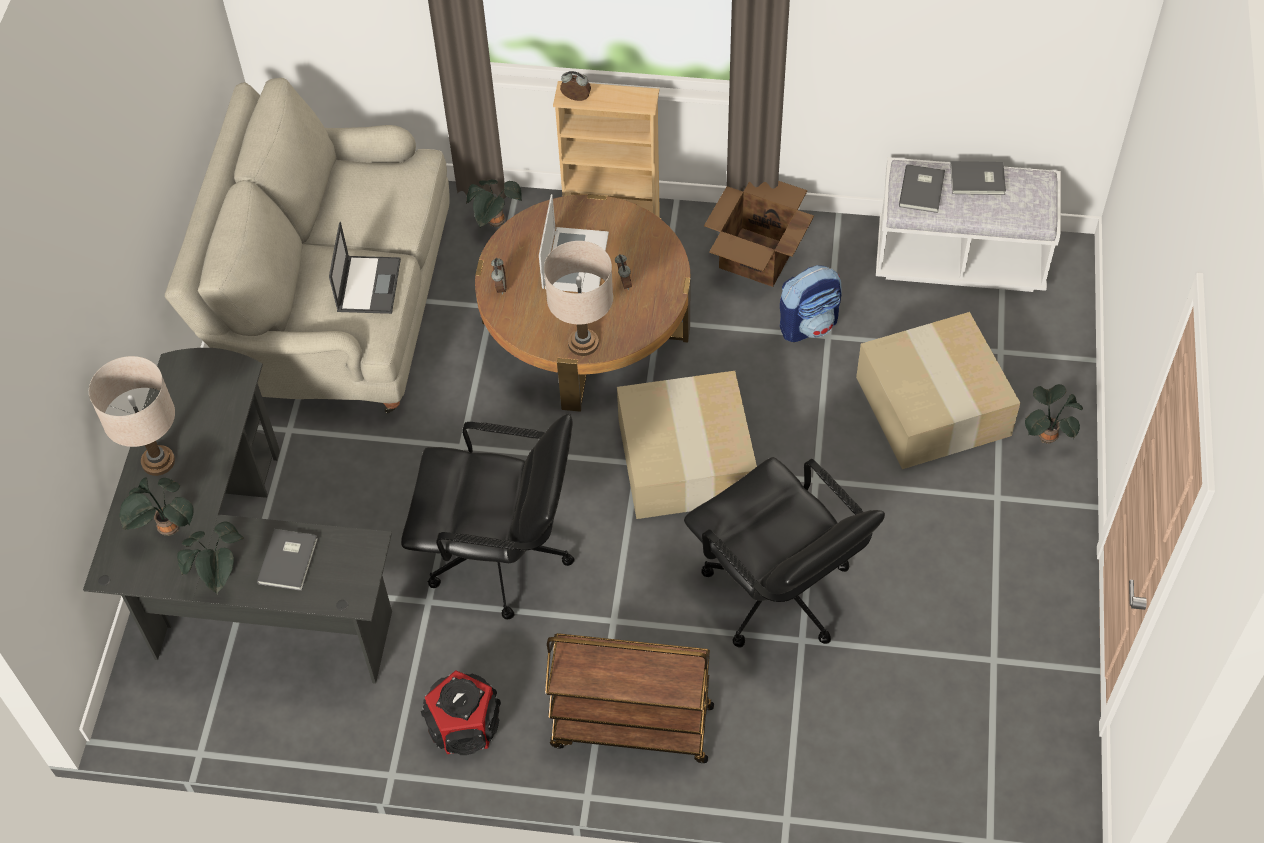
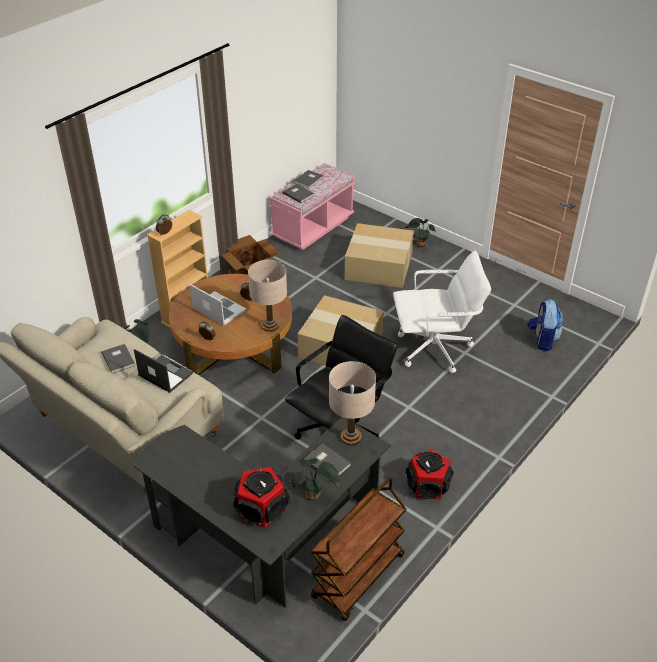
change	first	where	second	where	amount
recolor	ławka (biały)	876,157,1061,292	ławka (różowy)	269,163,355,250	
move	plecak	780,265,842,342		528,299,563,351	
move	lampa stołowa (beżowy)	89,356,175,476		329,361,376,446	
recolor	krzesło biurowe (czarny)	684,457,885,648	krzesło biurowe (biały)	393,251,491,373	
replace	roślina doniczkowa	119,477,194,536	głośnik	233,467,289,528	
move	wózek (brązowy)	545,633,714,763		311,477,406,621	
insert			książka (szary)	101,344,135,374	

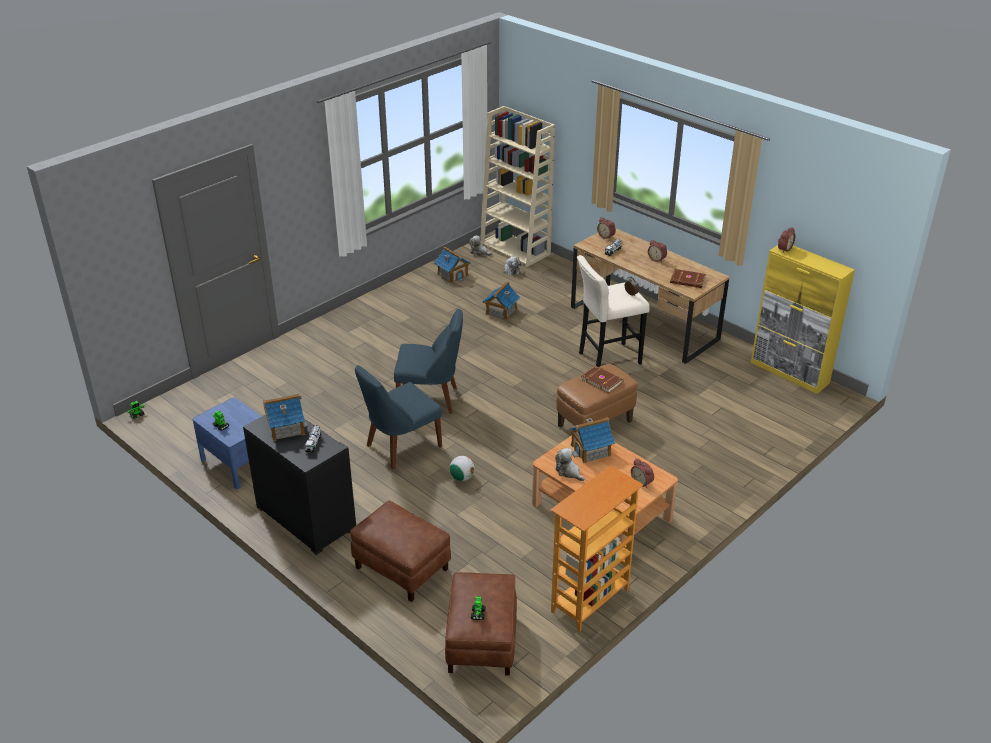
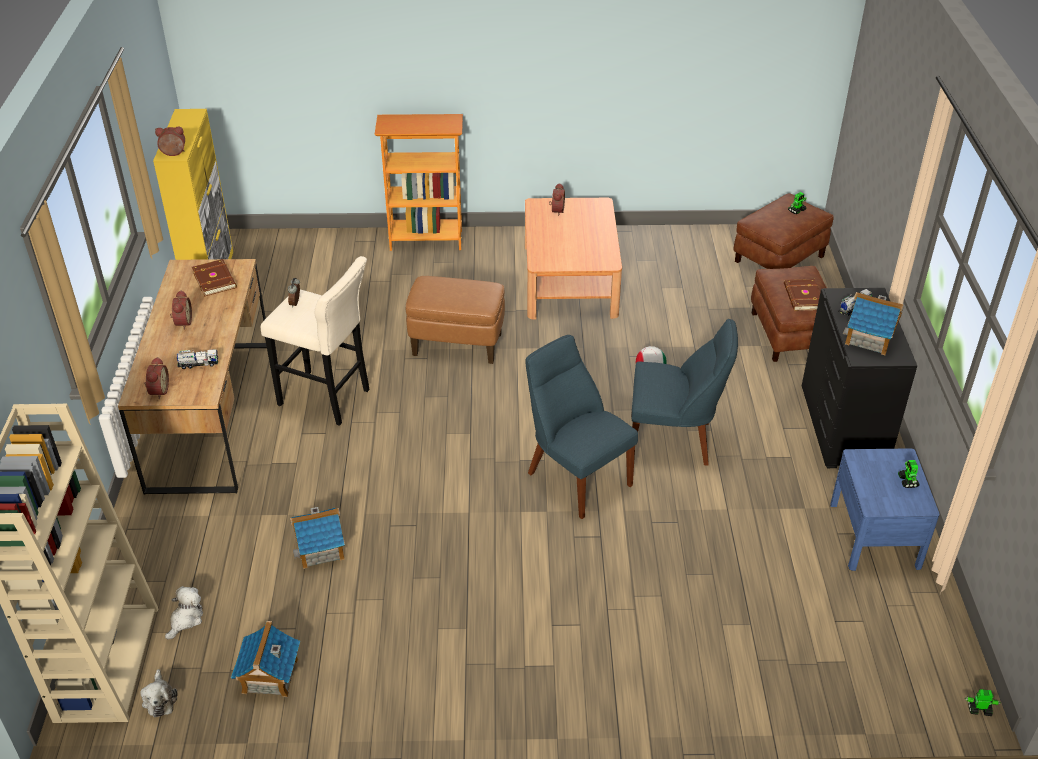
change	first	where	second	where	amount
move	książka (brązowy)	581,366,623,393		784,279,820,311	
delete	domek	569,417,615,463			
delete	pluszak	555,448,585,481			
move	regał	551,465,643,632		375,114,463,251	

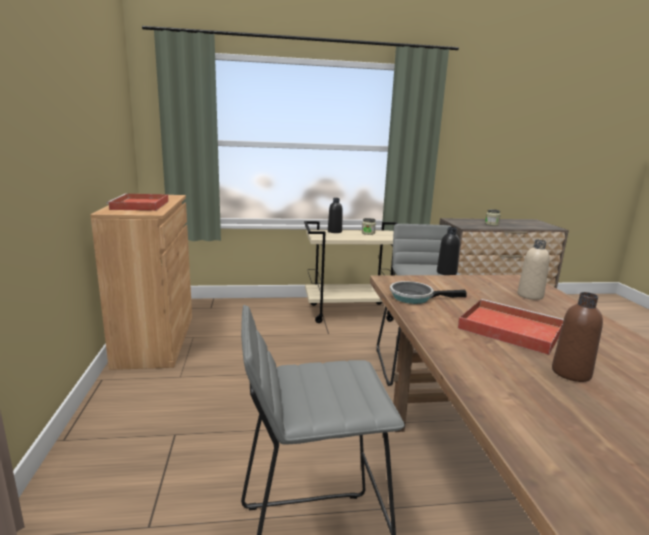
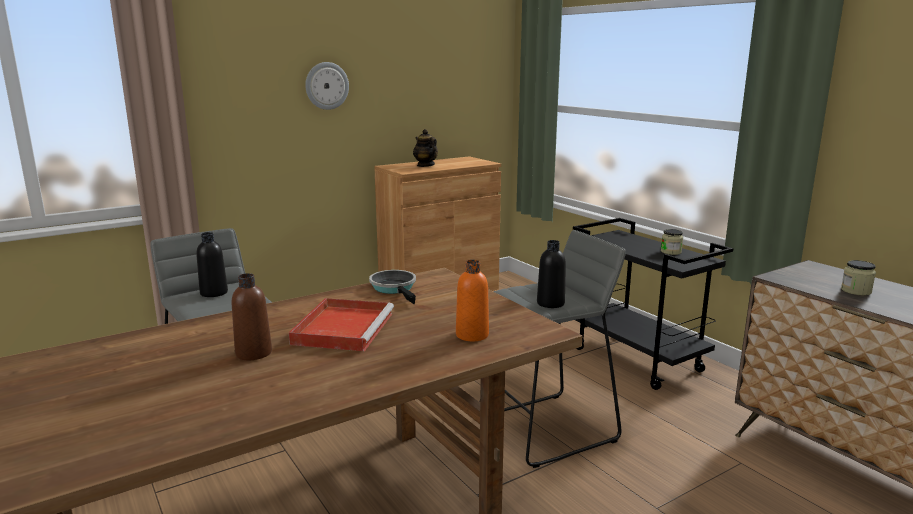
change	first	where	second	where	amount
replace	taca (czerwony)	106,193,169,211	imbryk	413,129,438,167	
move	butelka (czarny)	328,198,343,233		196,232,228,297	
recolor	wózek (beżowy)	304,221,398,323	wózek (czarny)	573,218,733,390	
recolor	butelka (beżowy)	518,240,550,300	butelka (pomarańczowy)	456,260,489,341	
insert			zegar ścienny	305,62,349,110	

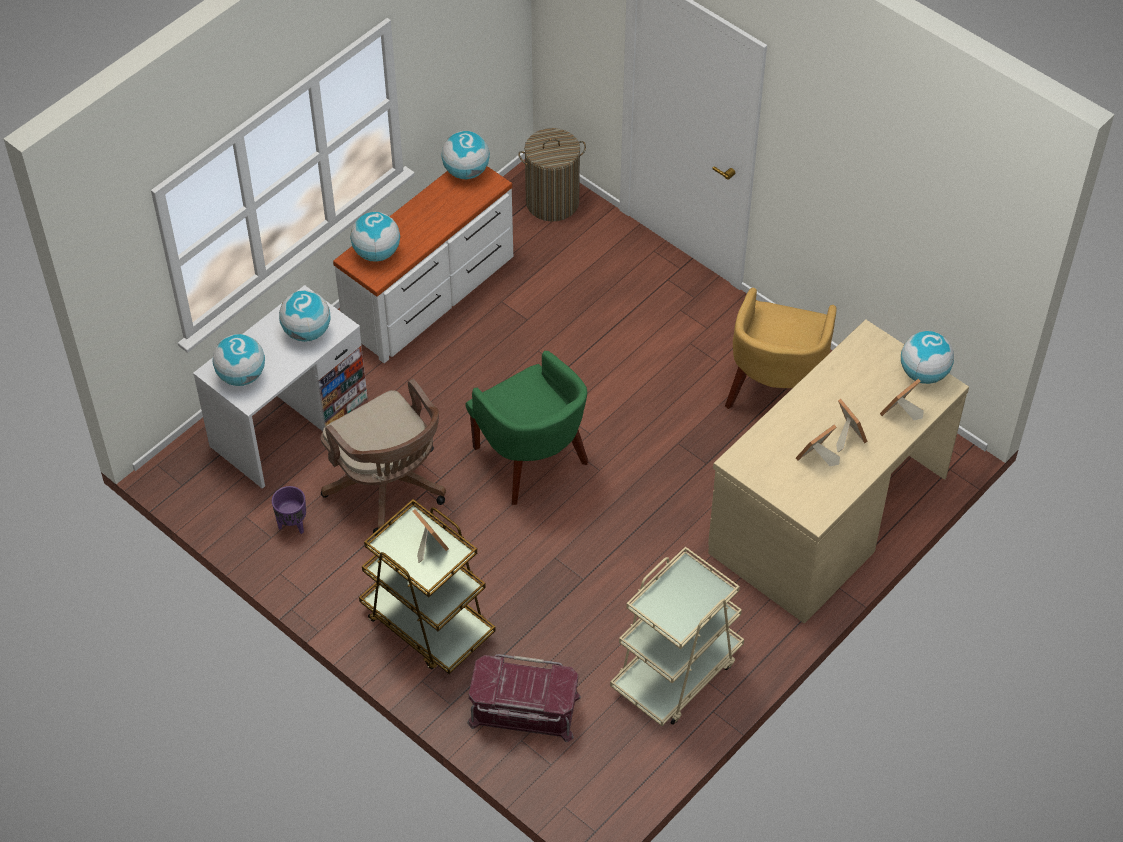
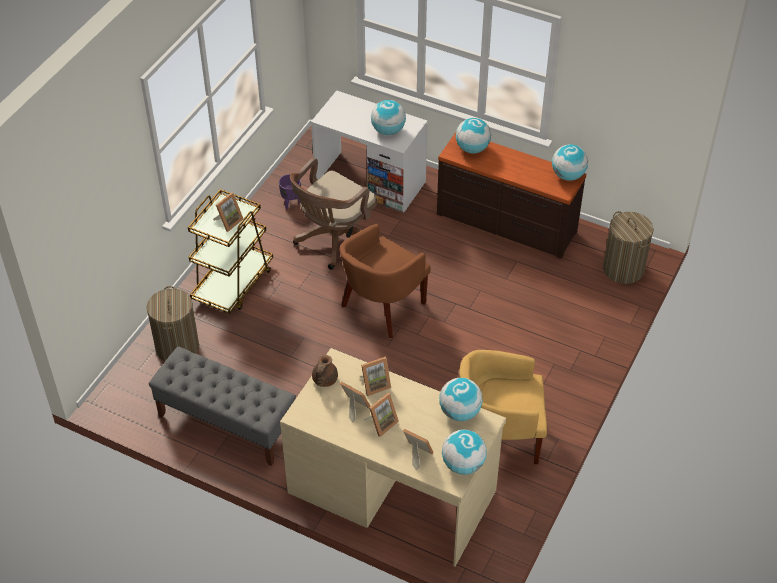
change	first	where	second	where	amount
recolor	komoda (biały)	333,166,513,363	komoda (brązowy)	437,132,586,259	
move	globus	213,334,265,386		439,378,483,421	
recolor	fotel (zielony)	466,351,588,505	fotel (brązowy)	340,224,431,338	
replace	wózek (beżowy)	610,547,744,726	ławka (szary)	149,346,296,466	
replace	pojemnik do przechowywania (czerwony)	467,654,581,742	kosz na pranie	146,286,199,361	
insert			imbryk (brązowy)	312,355,338,387	
insert			ramka na zdjęcie	359,357,391,396	

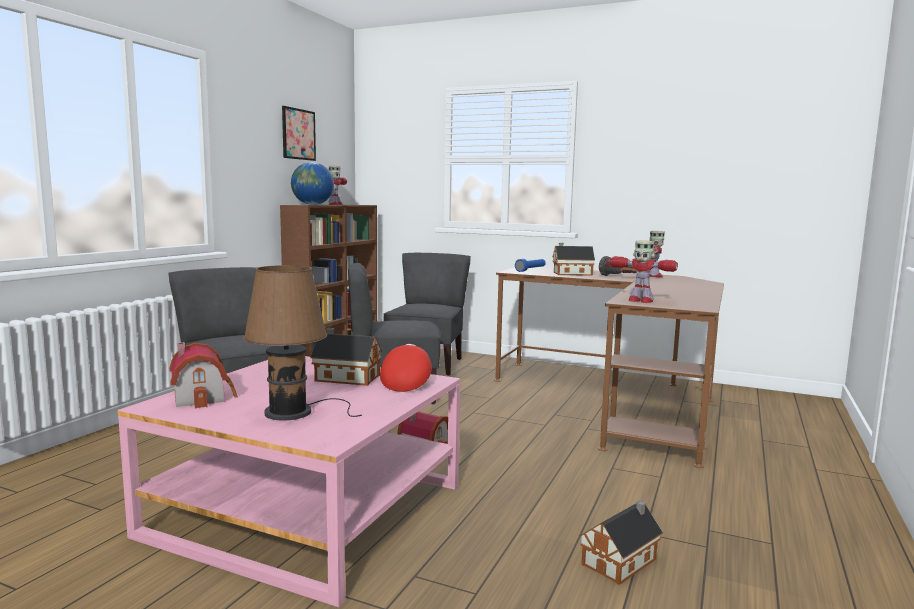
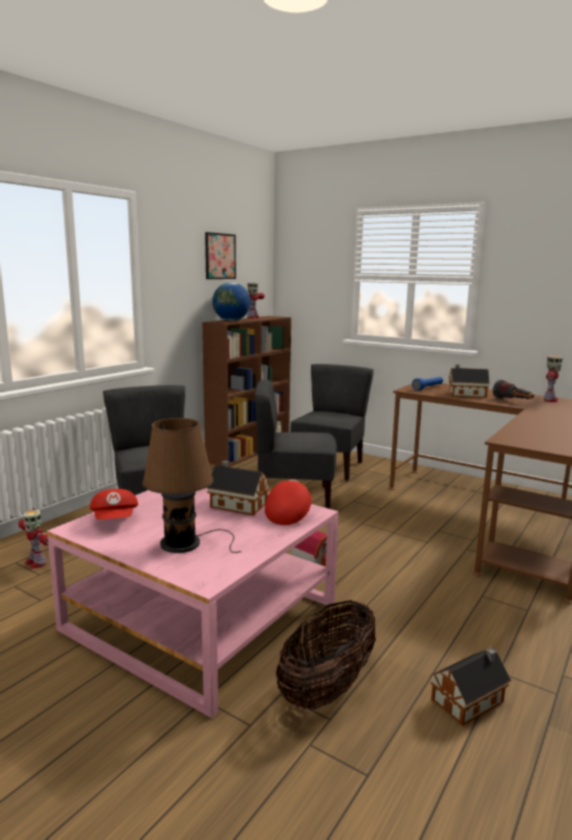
change	first	where	second	where	amount
move	robot zabawkowy	610,240,678,303		18,510,48,569	
replace	domek	169,342,238,409	czapka z daszkiem (czerwony)	90,489,138,520	
insert			koszyk	276,600,376,710	

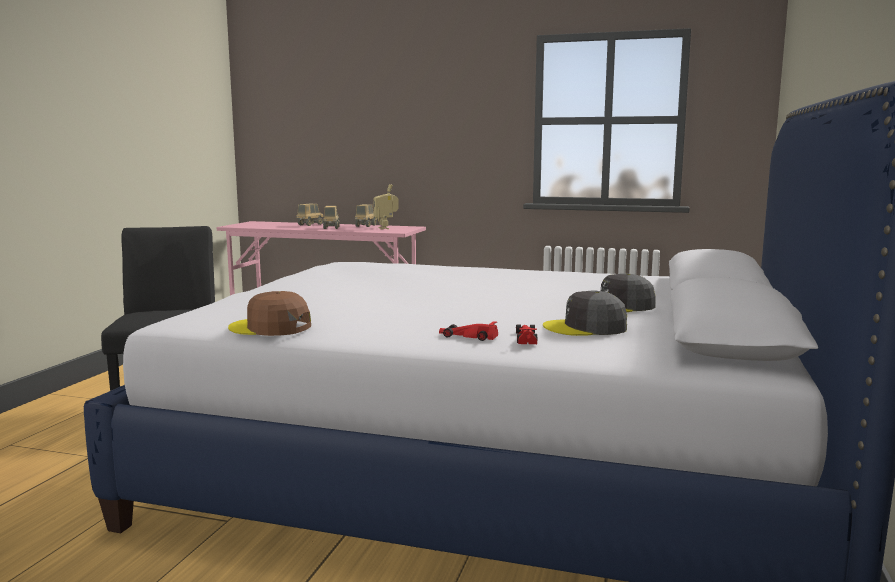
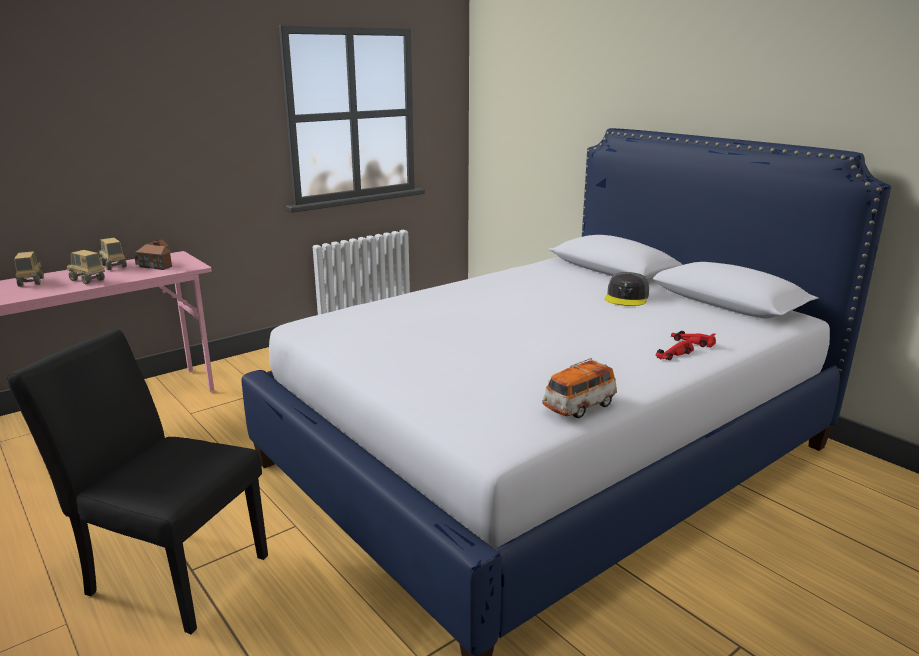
change	first	where	second	where	amount
replace	robot zabawkowy	373,184,399,229	domek	134,239,172,270	
replace	czapka z daszkiem (brązowy)	228,291,311,336	samochodzik	542,358,617,418	
delete	czapka z daszkiem (szary)	543,291,627,336			

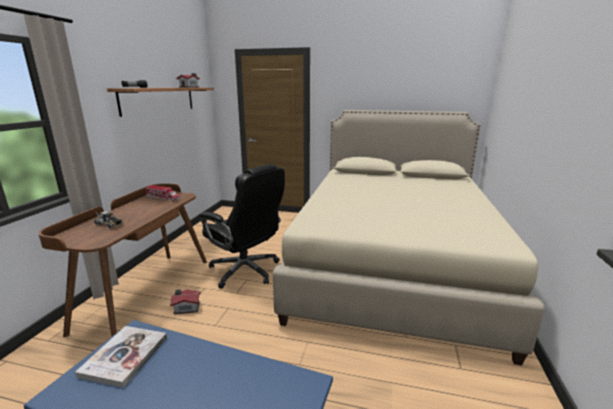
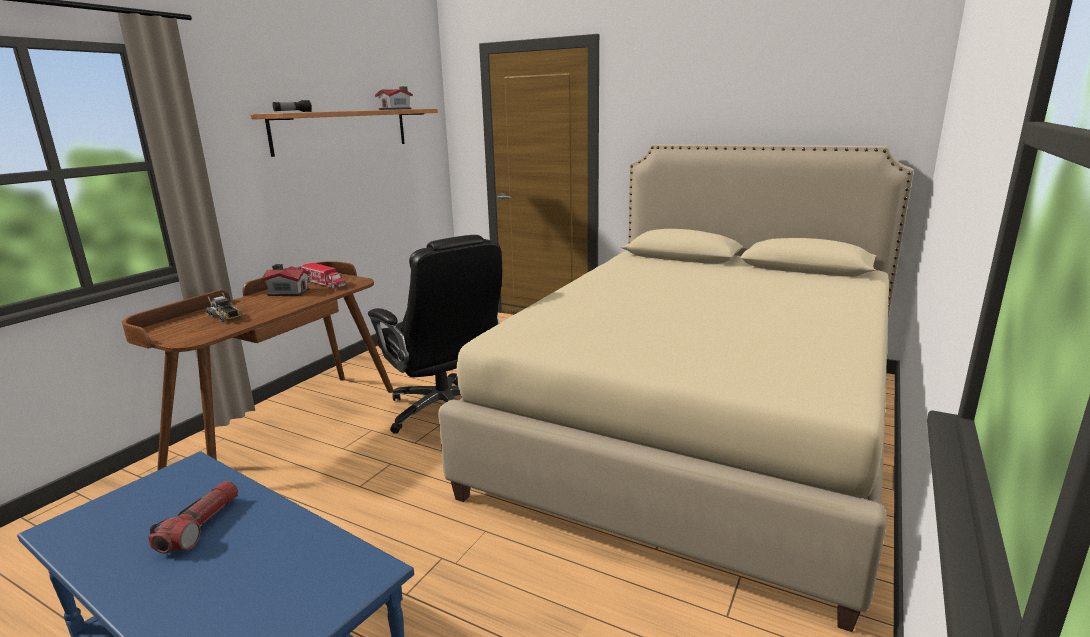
change	first	where	second	where	amount
move	domek	170,289,201,314		261,264,311,296	
delete	książka	75,326,167,388			
insert			latarka	148,481,238,554	

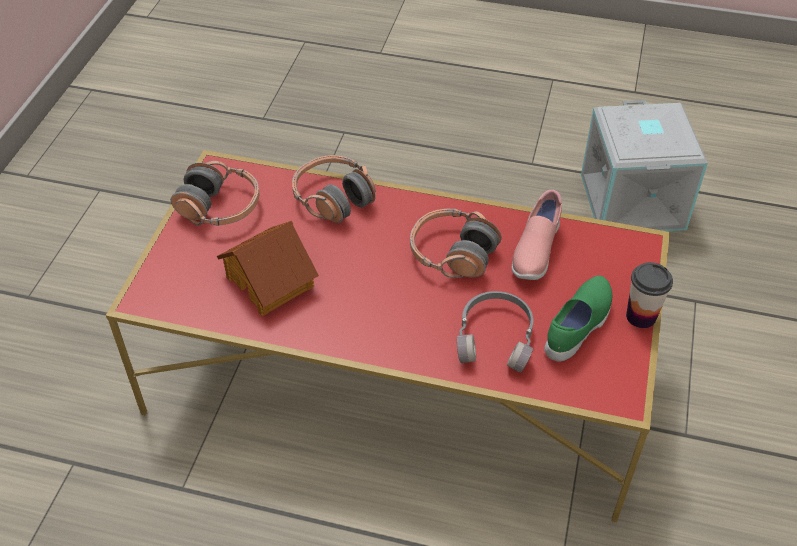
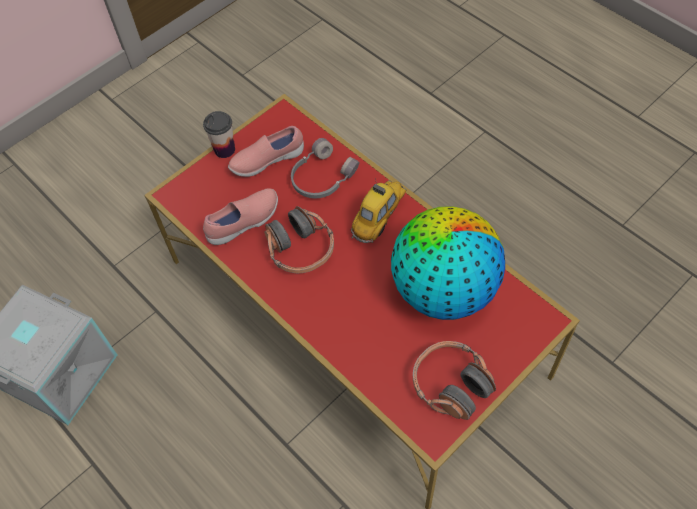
change	first	where	second	where	amount
delete	słuchawki	292,155,376,223			
replace	domek	217,221,319,316	globus	391,206,505,320	
recolor	but (zielony)	544,276,612,361	but (różowy)	228,126,304,177	
insert			samochodzik	350,178,406,243	

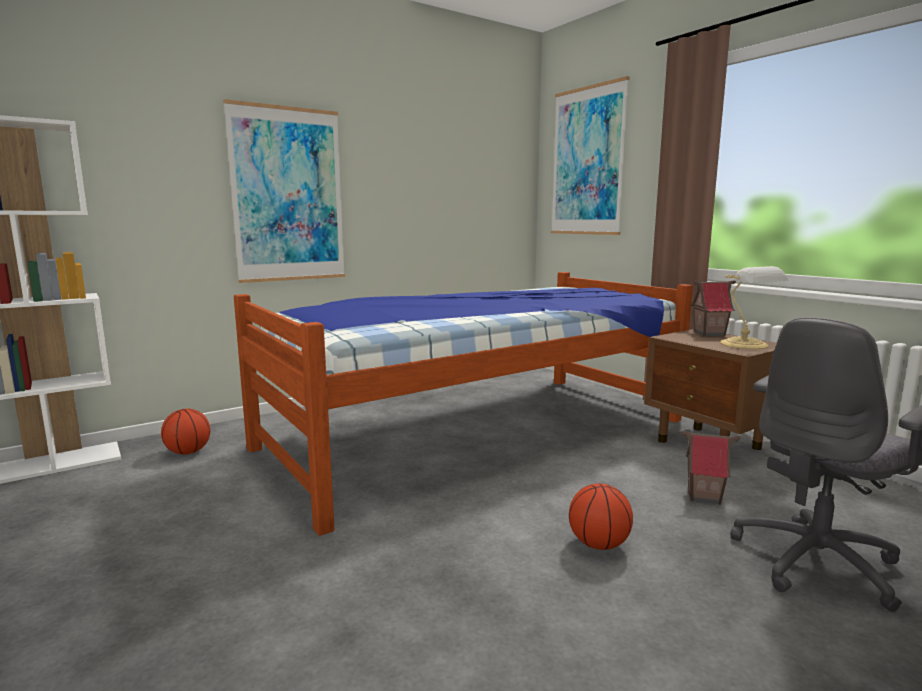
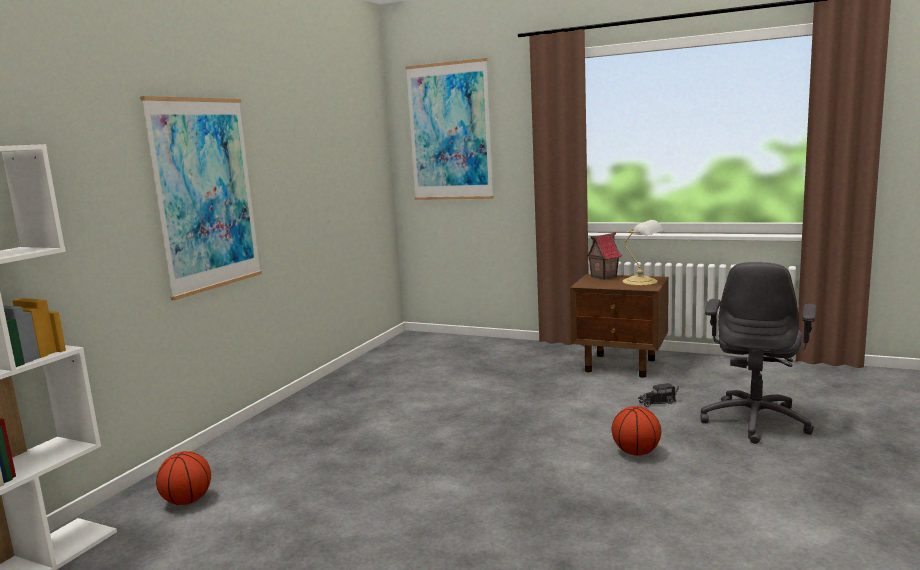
change	first	where	second	where	amount
delete	łóżko	234,272,693,536			
replace	domek	681,431,741,505	ciężarówka zabawkowa	638,383,679,407	

